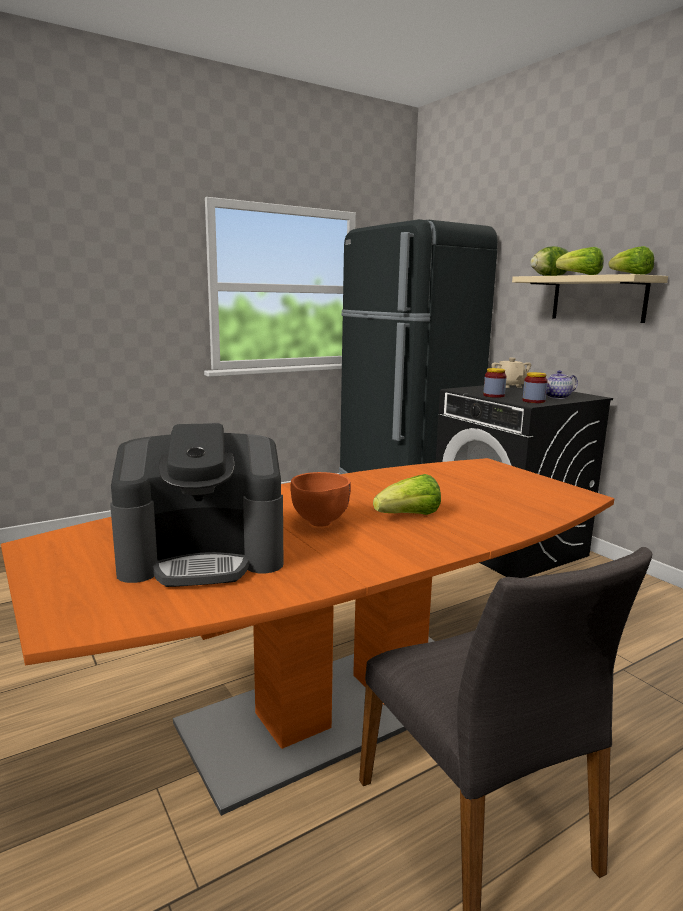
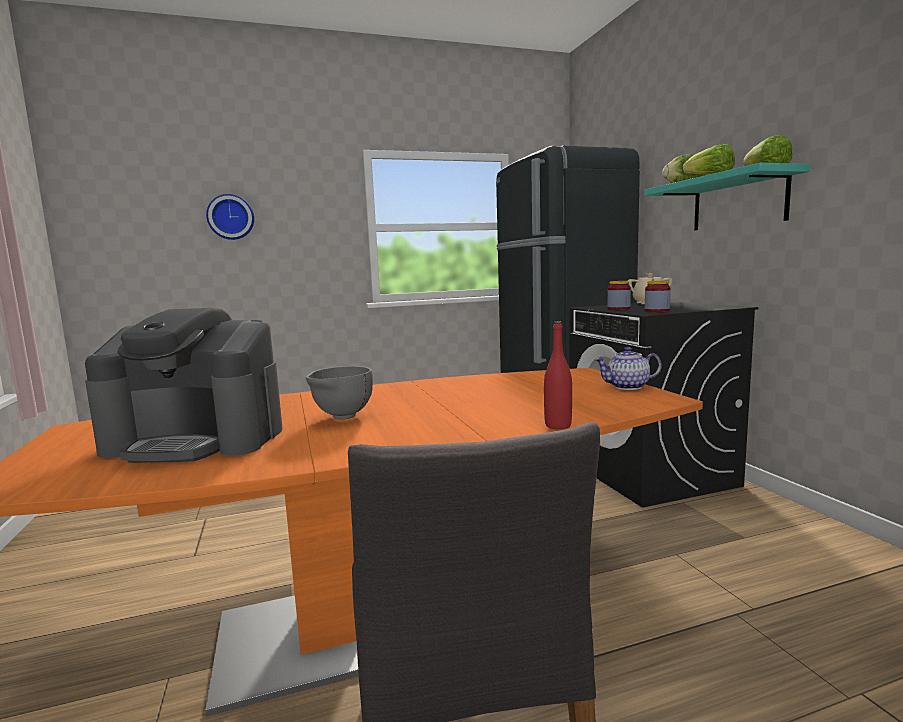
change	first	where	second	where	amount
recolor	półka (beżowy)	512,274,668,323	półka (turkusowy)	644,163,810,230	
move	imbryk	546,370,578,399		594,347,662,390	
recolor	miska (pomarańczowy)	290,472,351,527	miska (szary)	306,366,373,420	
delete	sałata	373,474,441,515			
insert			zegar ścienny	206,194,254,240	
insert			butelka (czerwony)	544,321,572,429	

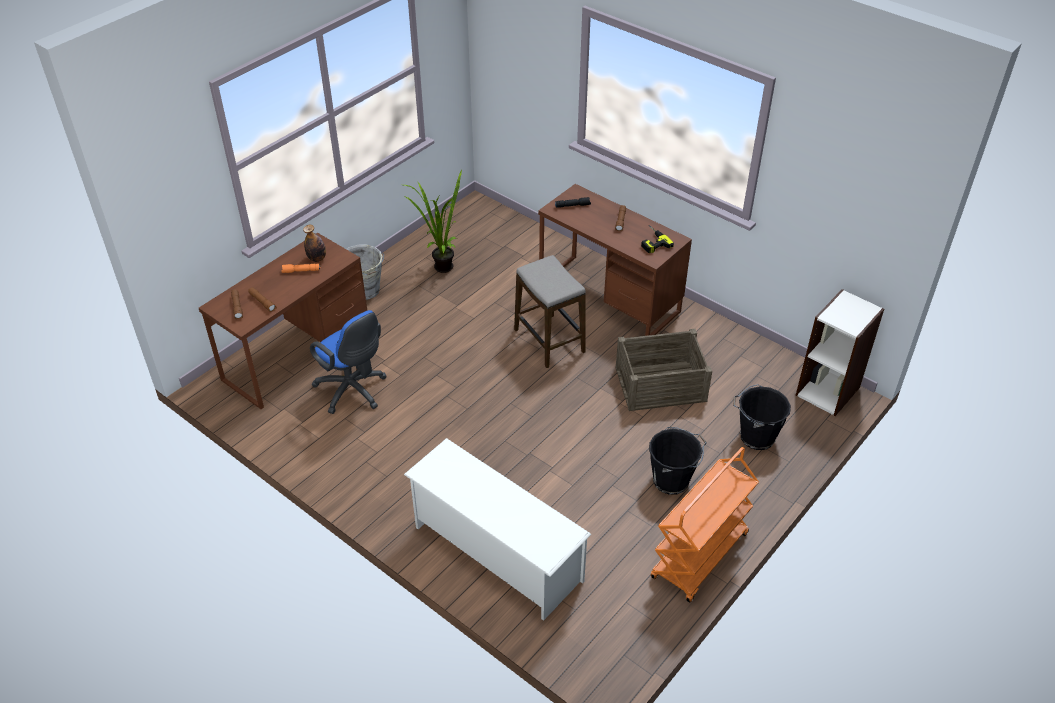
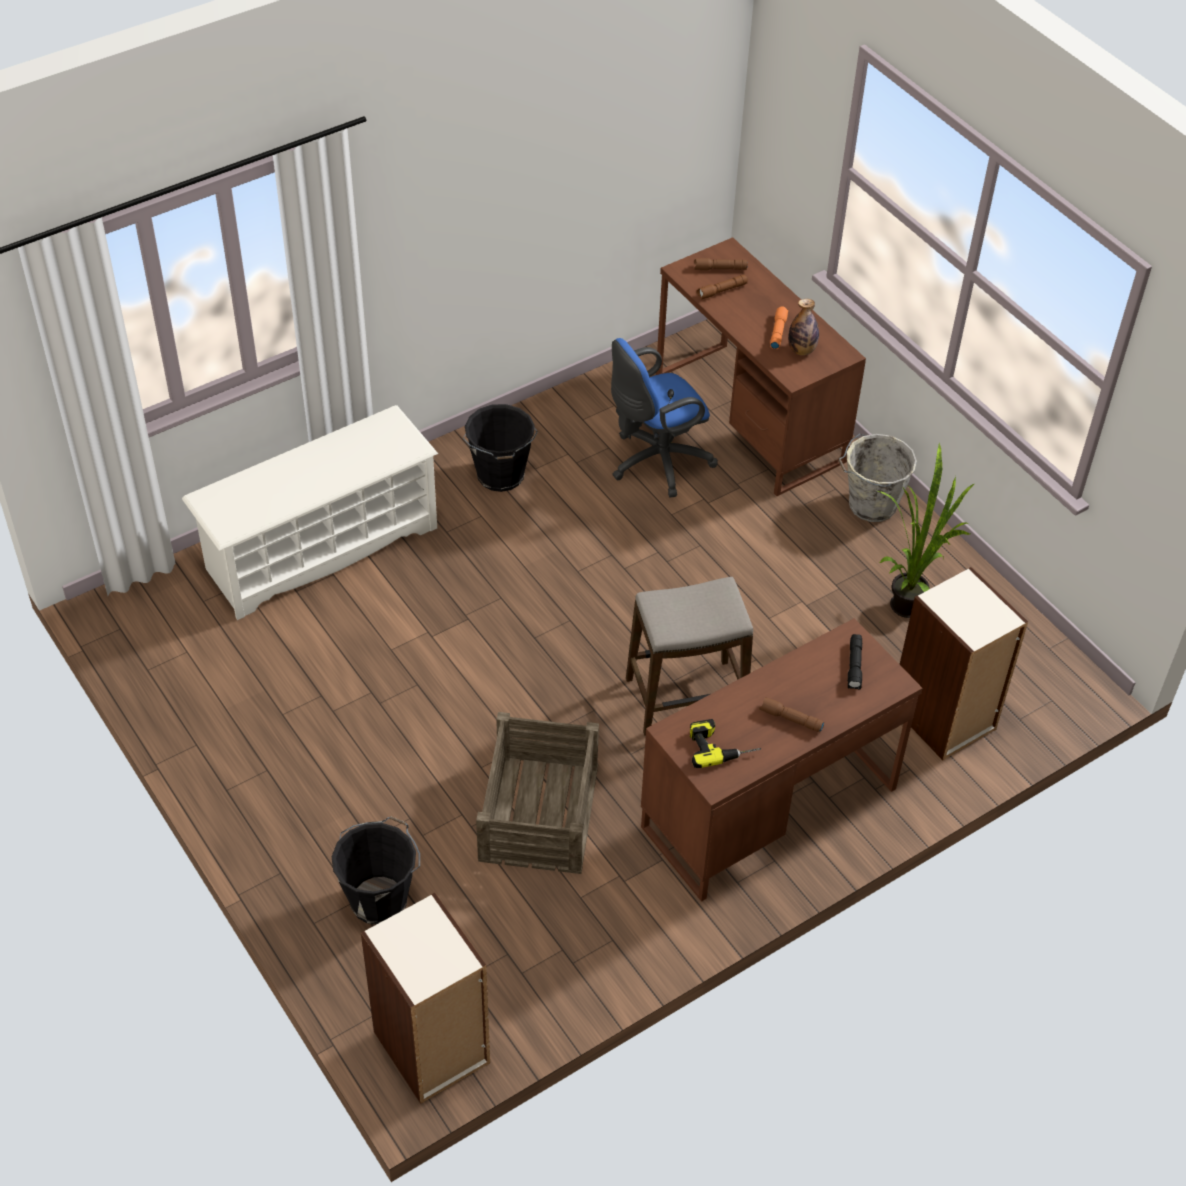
change	first	where	second	where	amount
move	wiadro (czarny)	649,427,706,495		463,404,538,492	
delete	wózek (pomarańczowy)	651,447,759,603			
insert			regał	900,567,1028,760	

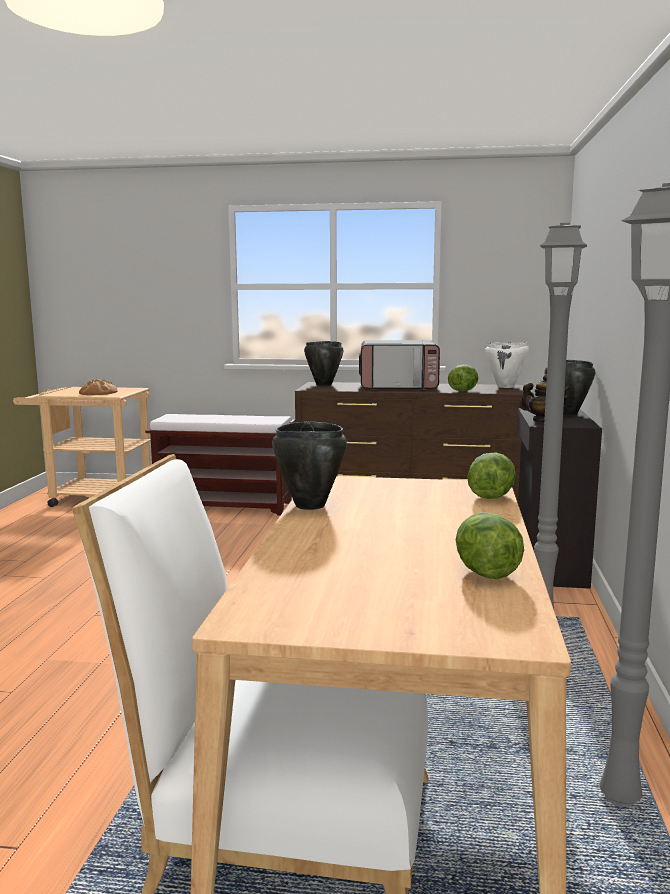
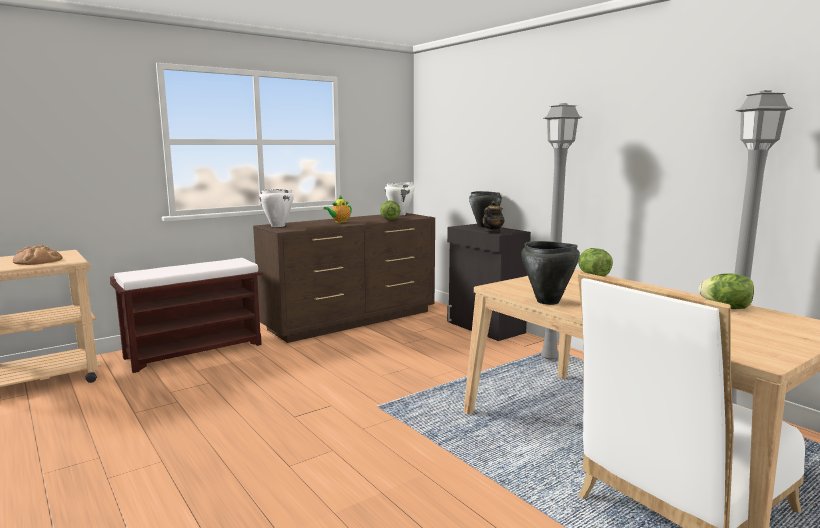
change	first	where	second	where	amount
replace	mikrofalówka	359,340,440,390	imbryk	324,195,352,223	
recolor	garnek (czarny)	304,341,343,386	garnek (biały)	259,189,294,227	

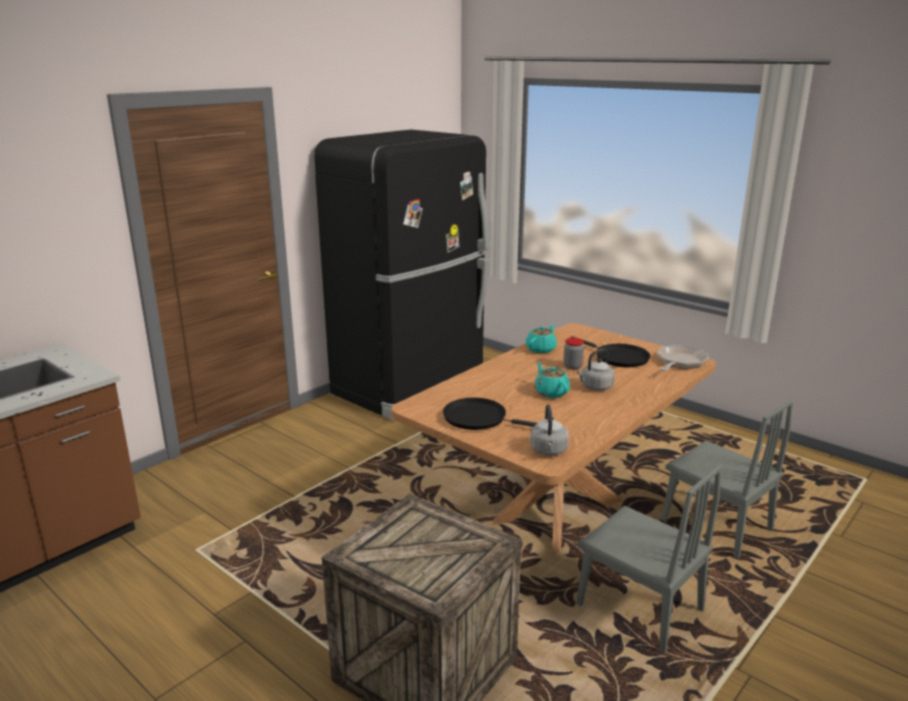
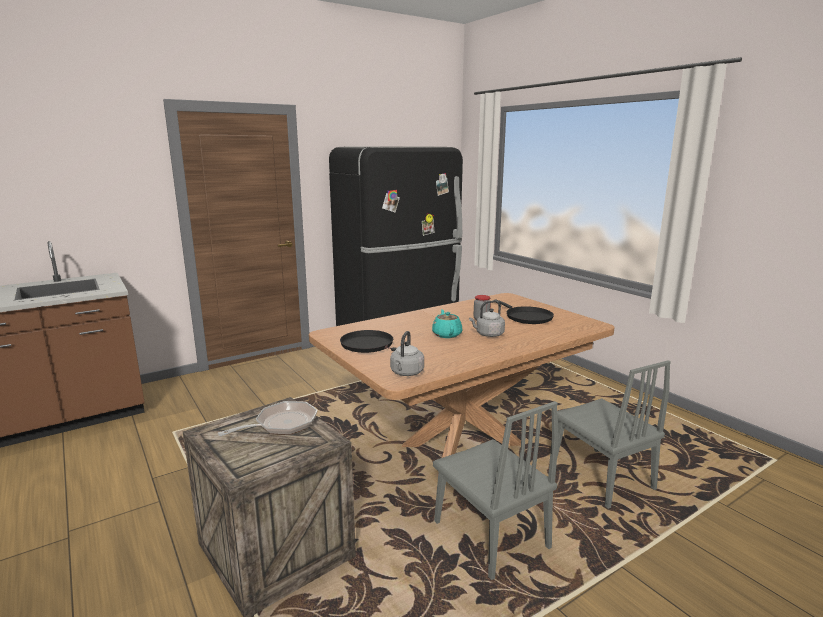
change	first	where	second	where	amount
delete	imbryk (turkusowy)	526,324,557,353			
move	patelnia	657,345,709,371		218,401,317,436	

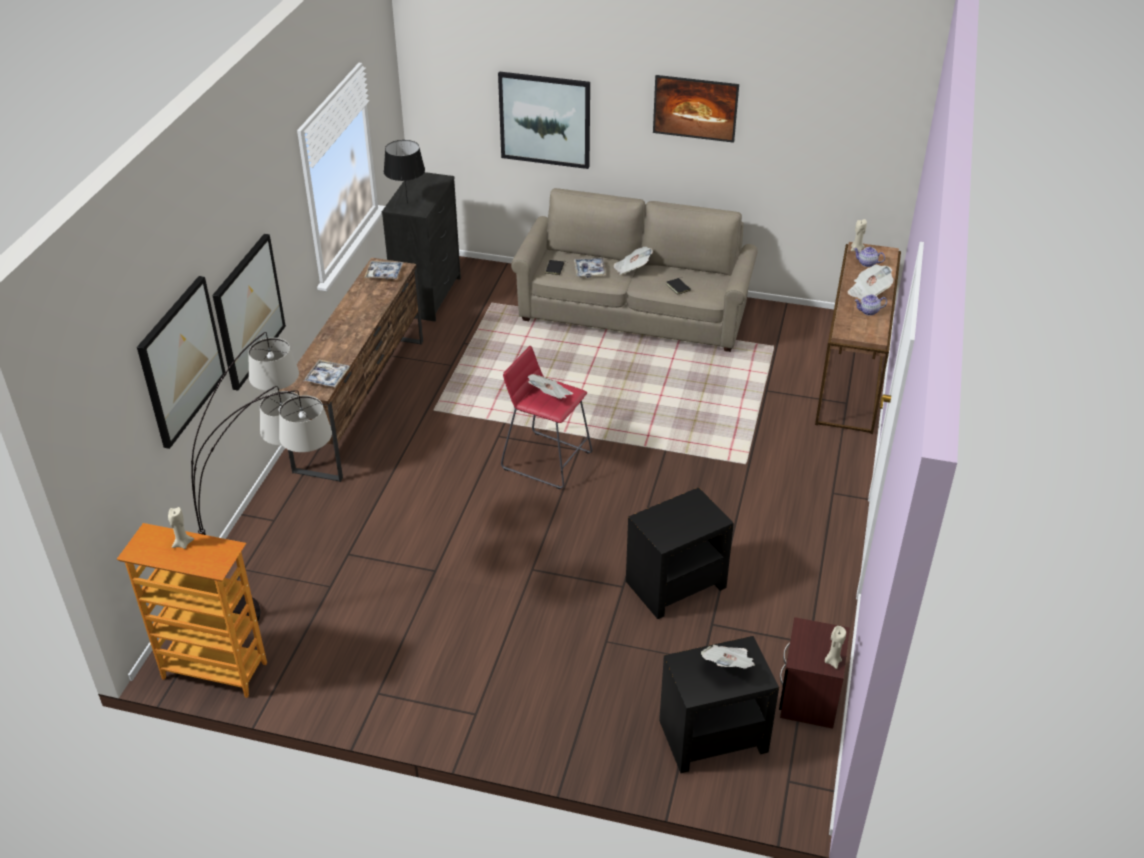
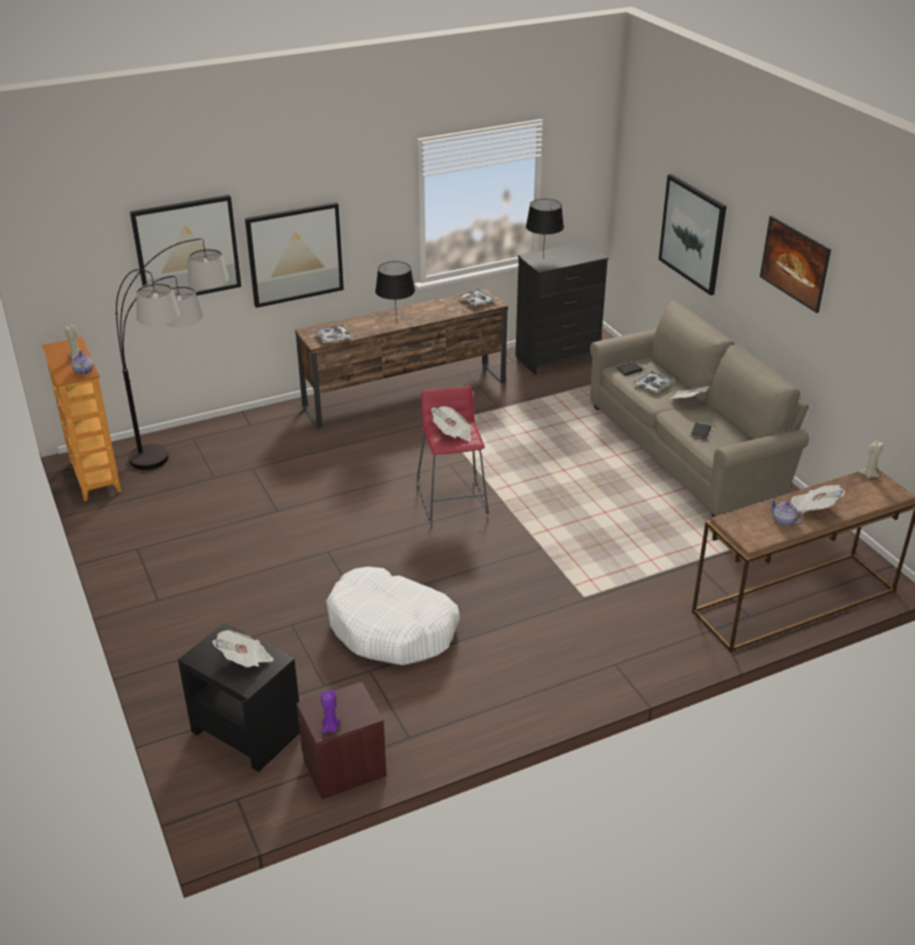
change	first	where	second	where	amount
move	imbryk	853,247,885,267		71,350,93,375	
replace	stolik (czarny)	626,487,734,619	legowisko (biały)	326,567,460,665	
recolor	świeca (beżowy)	825,626,846,669	świeca (fioletowy)	321,689,341,733	
insert			lampa stołowa (czarny)	375,261,415,323	

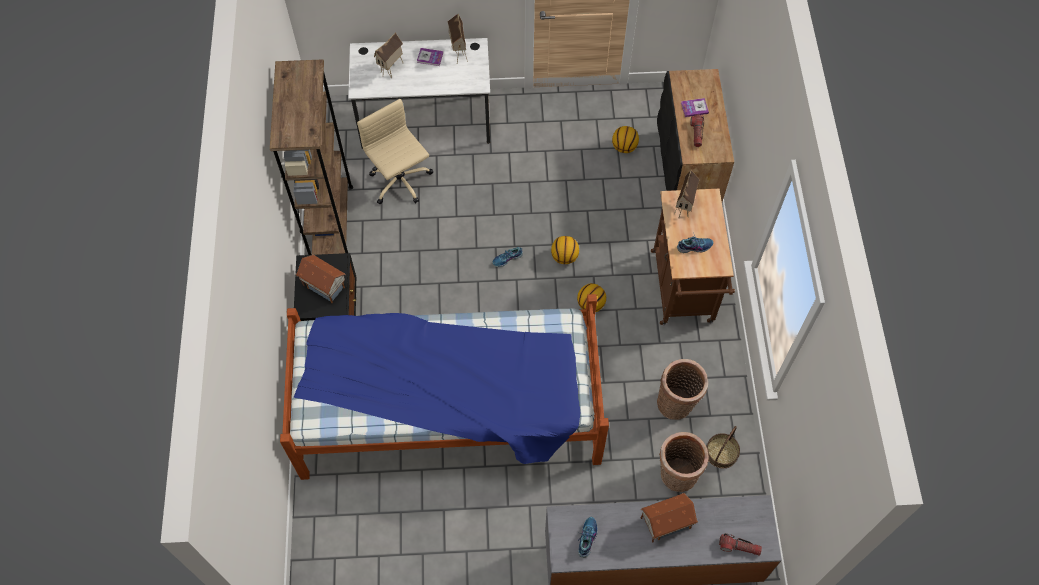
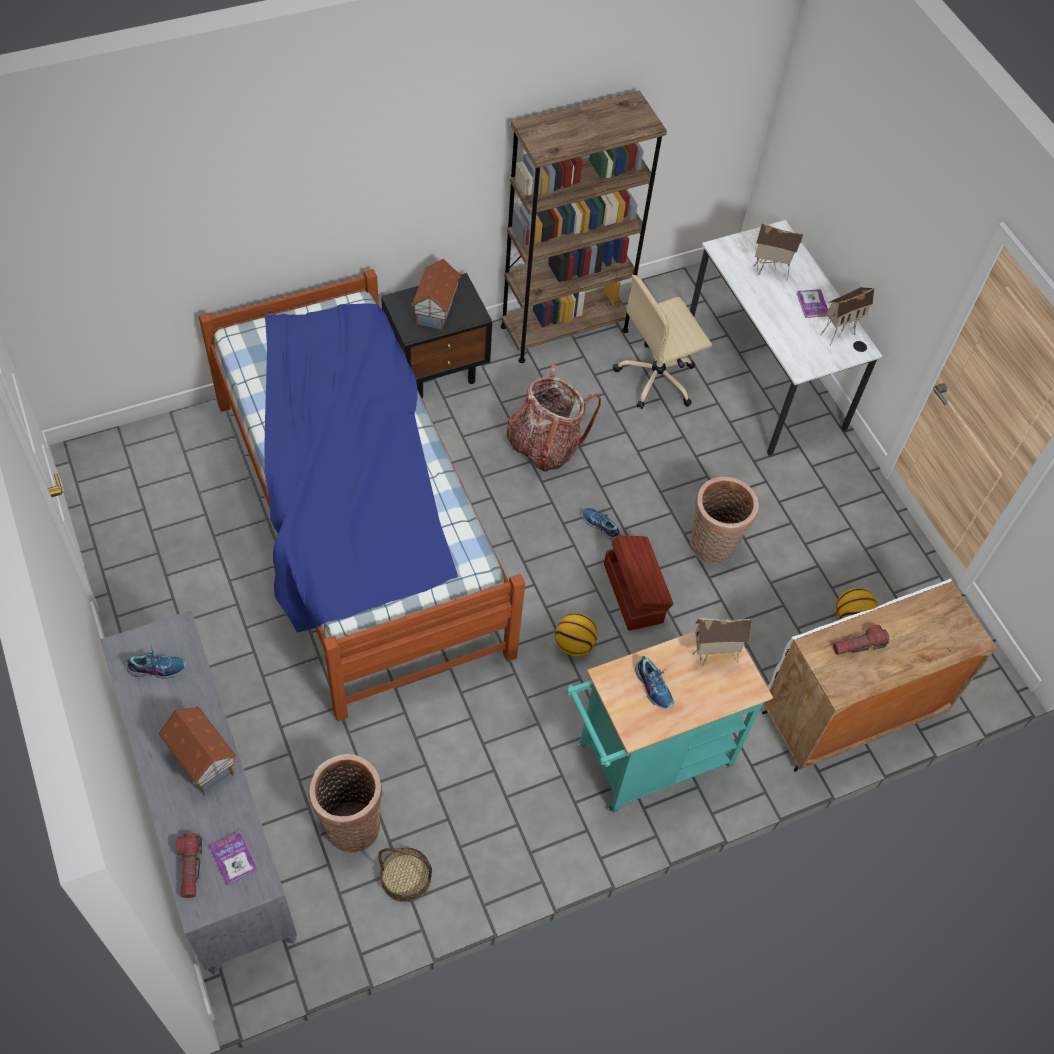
change	first	where	second	where	amount
recolor	szafka (czarny)	657,69,734,202	szafka (biały)	762,578,997,772	
move	książka	681,98,709,117		209,831,258,886	
rotate	krzesło biurowe (beżowy)	357,99,433,205		613,275,712,409	150 degrees counterclockwise
recolor	wózek (brązowy)	651,189,735,326	wózek (turkusowy)	566,619,773,812	
replace	piłka do koszykówki	551,236,579,264	pojemnik do przechowywania (brązowy)	604,535,674,631	
move	koszyk	657,359,708,420		689,477,759,564	
insert			plecak	506,364,601,472	

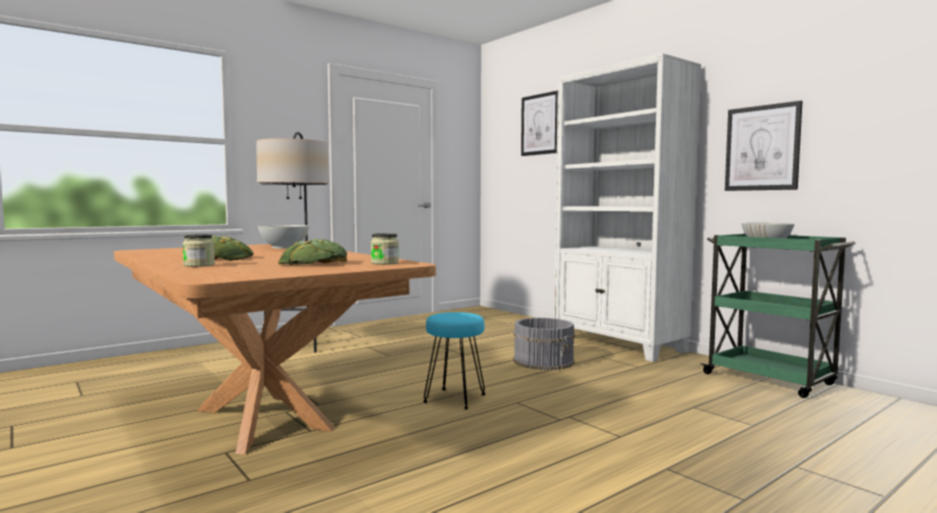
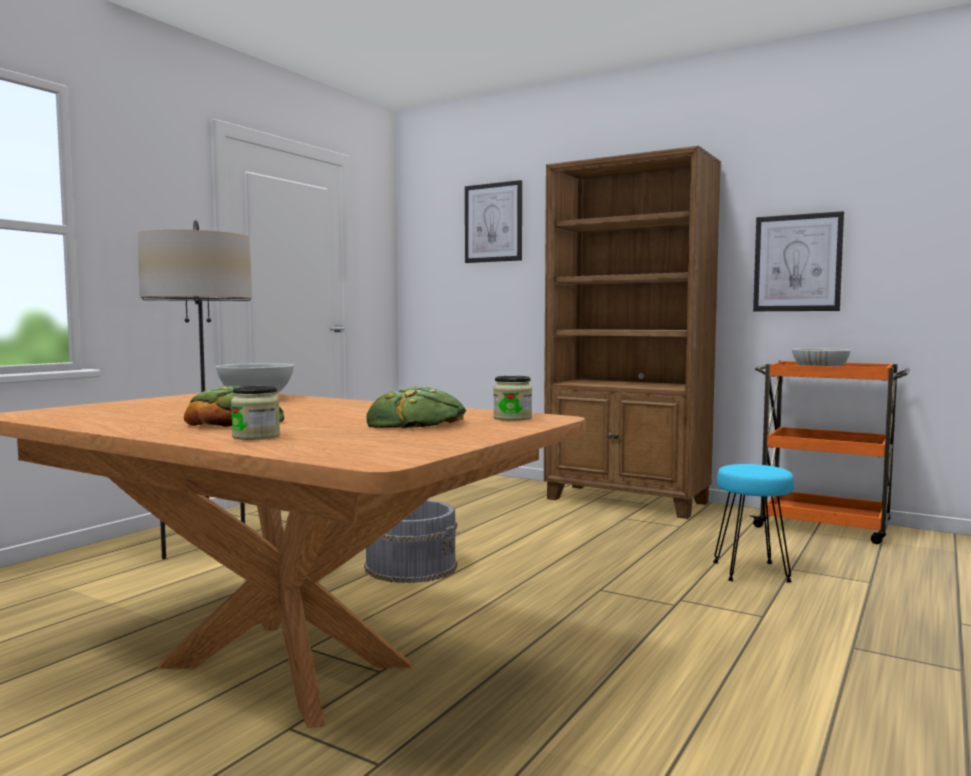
change	first	where	second	where	amount
recolor	regał (biały)	554,53,701,362	regał (brązowy)	544,146,721,519	
recolor	wózek (zielony)	701,233,856,398	wózek (pomarańczowy)	749,361,910,544	
move	stołek (turkusowy)	423,312,486,409		713,464,794,583	
move	wiadro (szary)	513,318,575,370		364,500,457,583	

